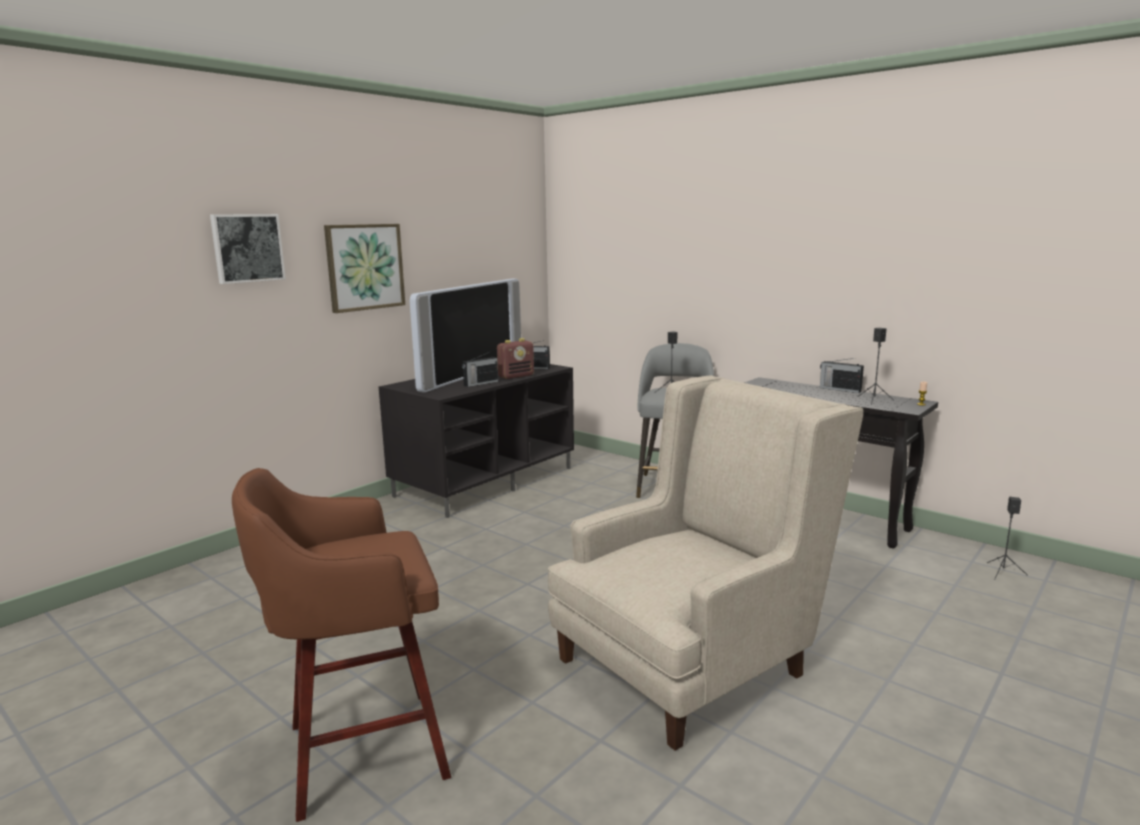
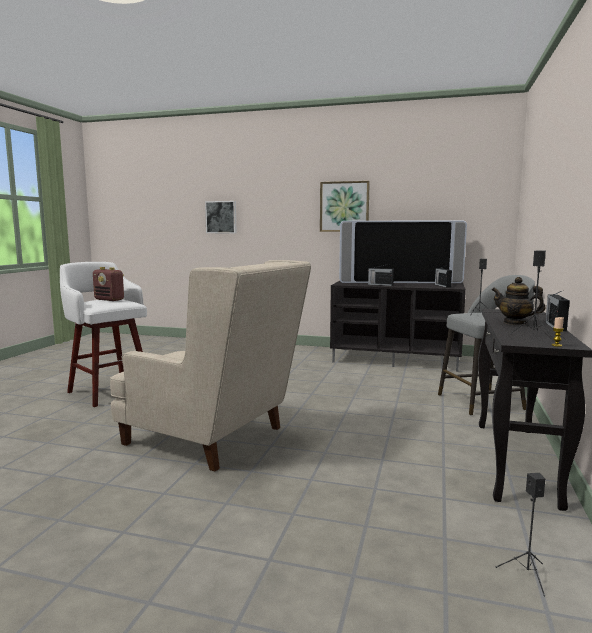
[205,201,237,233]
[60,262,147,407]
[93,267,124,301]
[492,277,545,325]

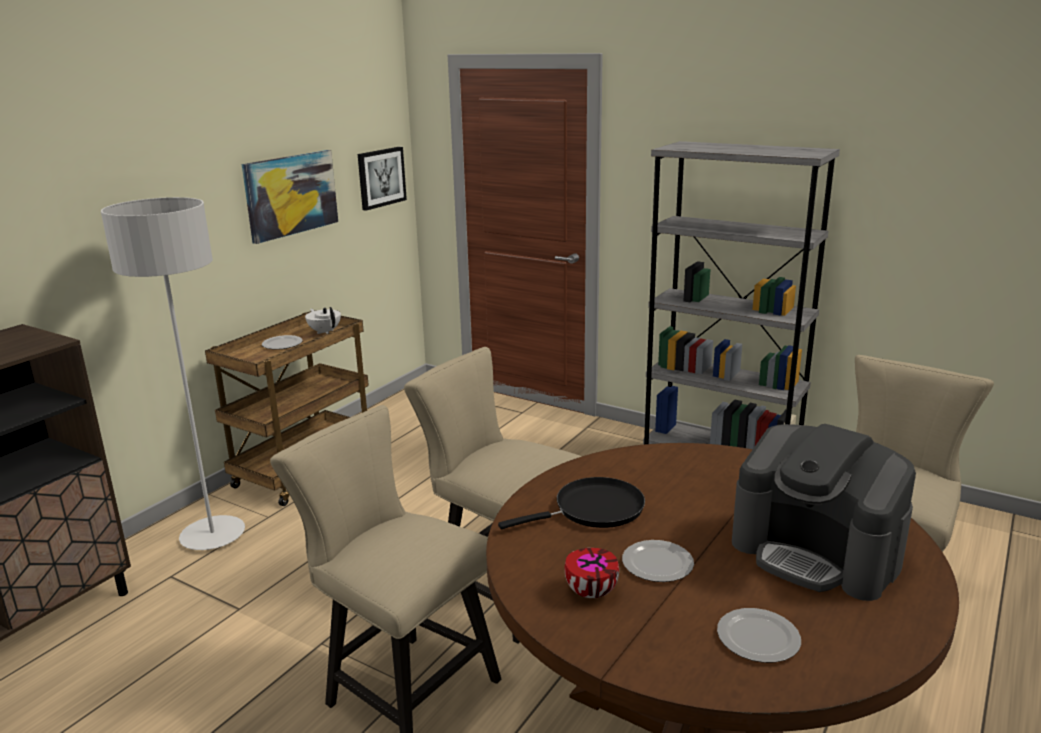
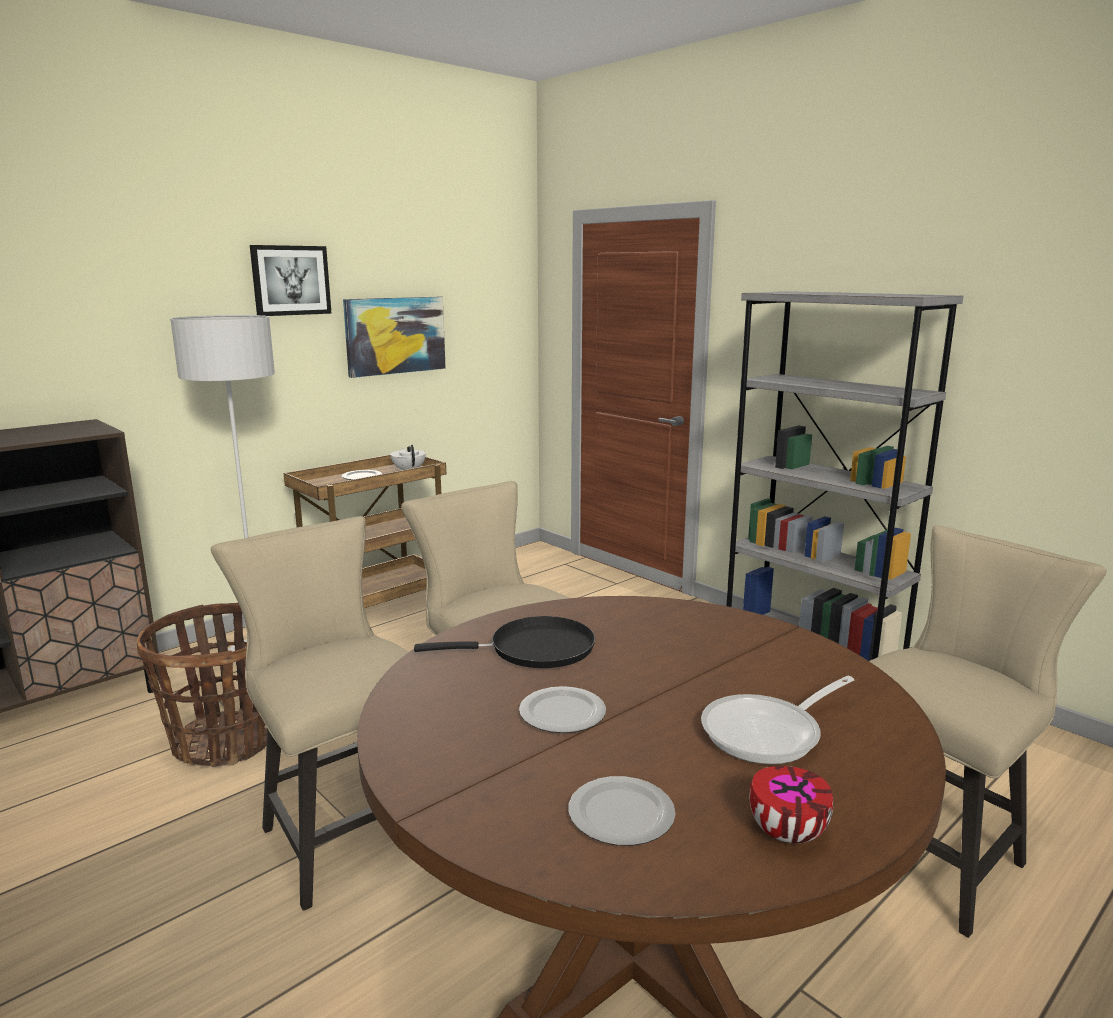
[250,245,332,316]
[749,766,833,843]
[701,676,854,765]
[137,603,268,767]

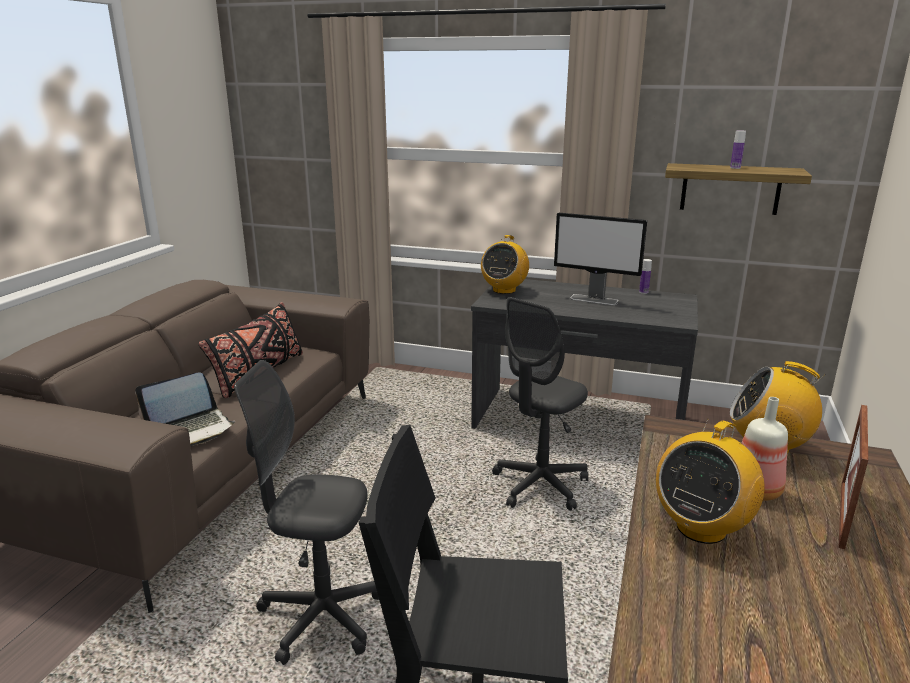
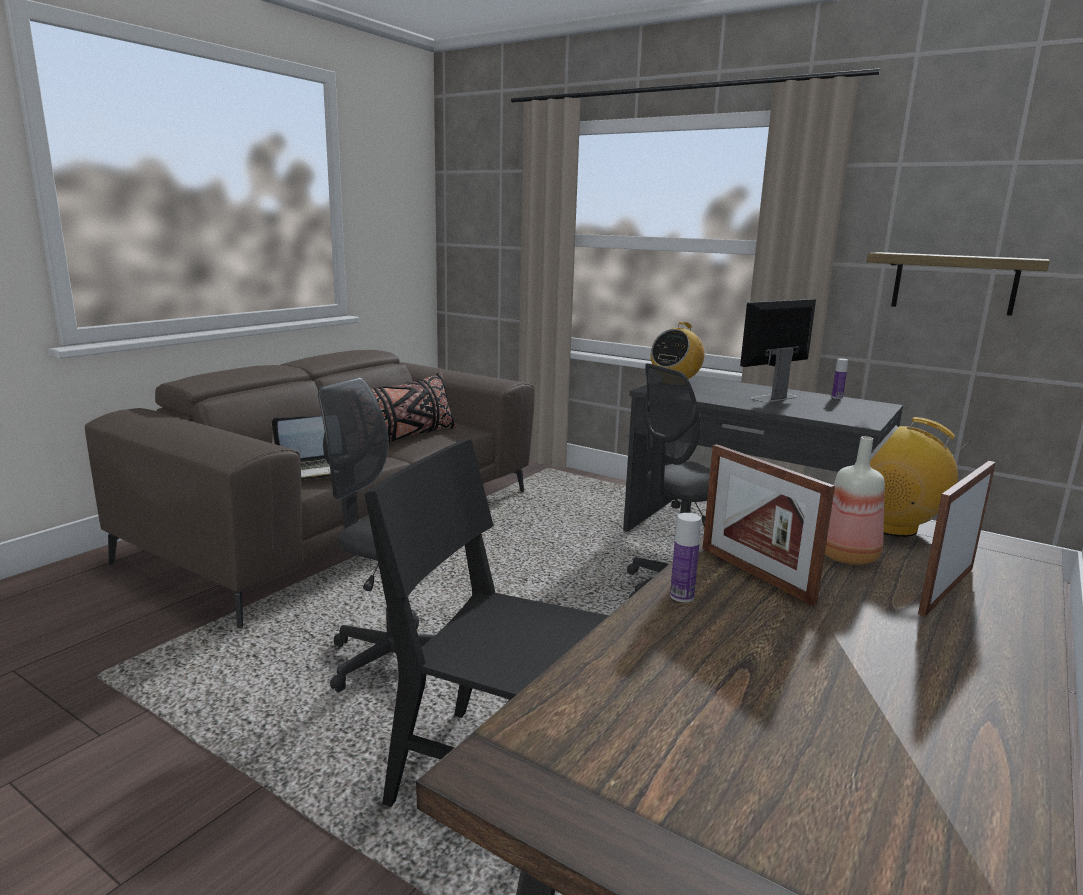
[740,299,816,403]
[702,444,835,606]
[670,513,701,602]

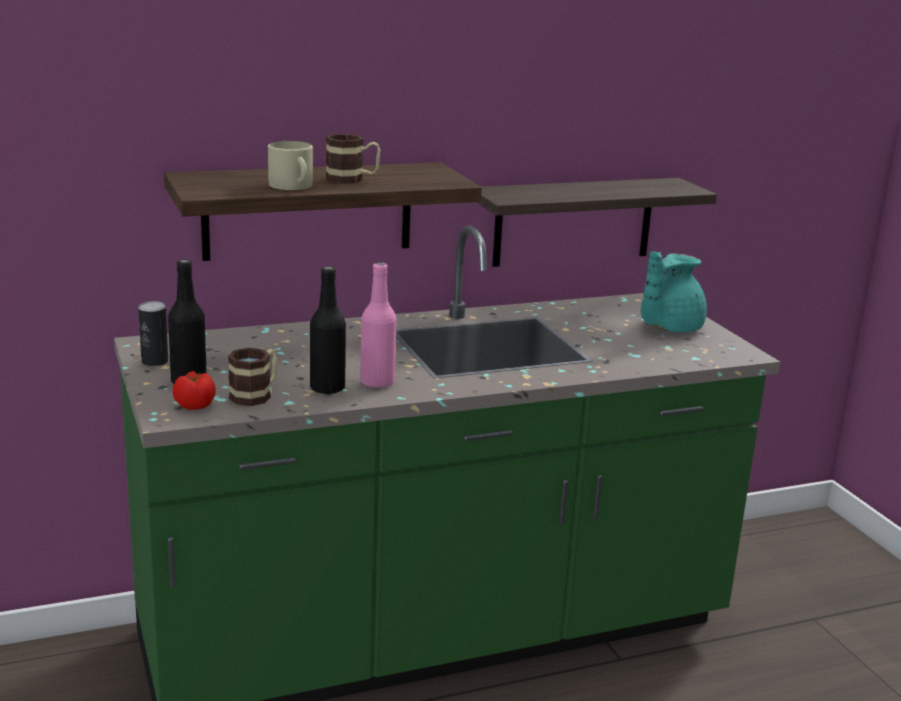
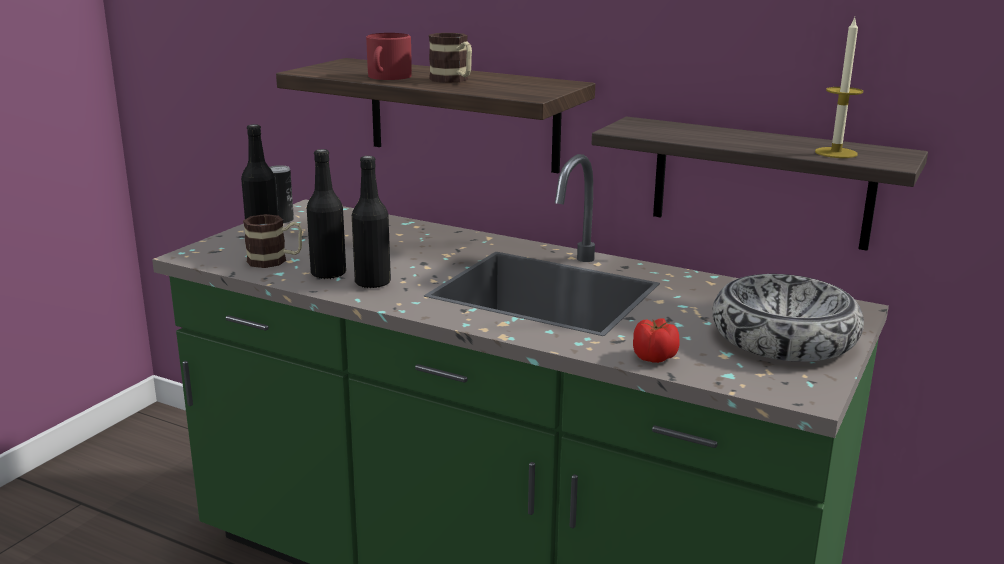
[633,319,680,363]
[366,33,412,80]
[352,156,391,289]
[712,274,864,362]
[815,17,863,158]

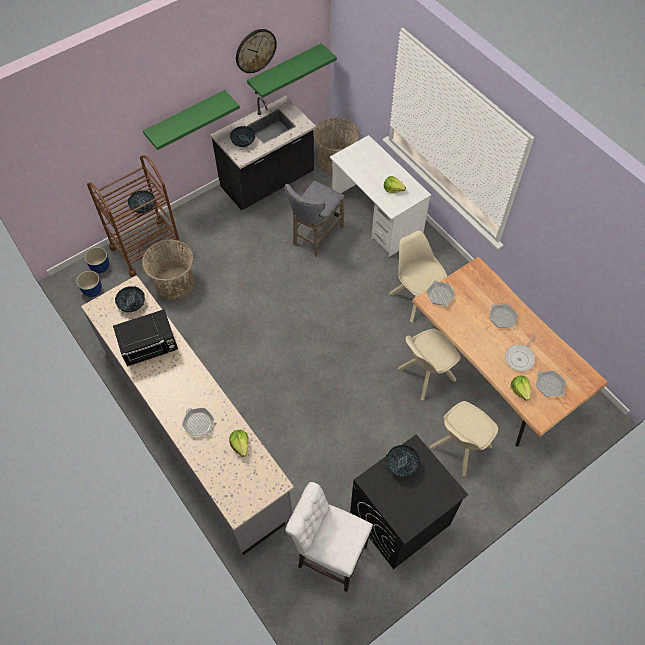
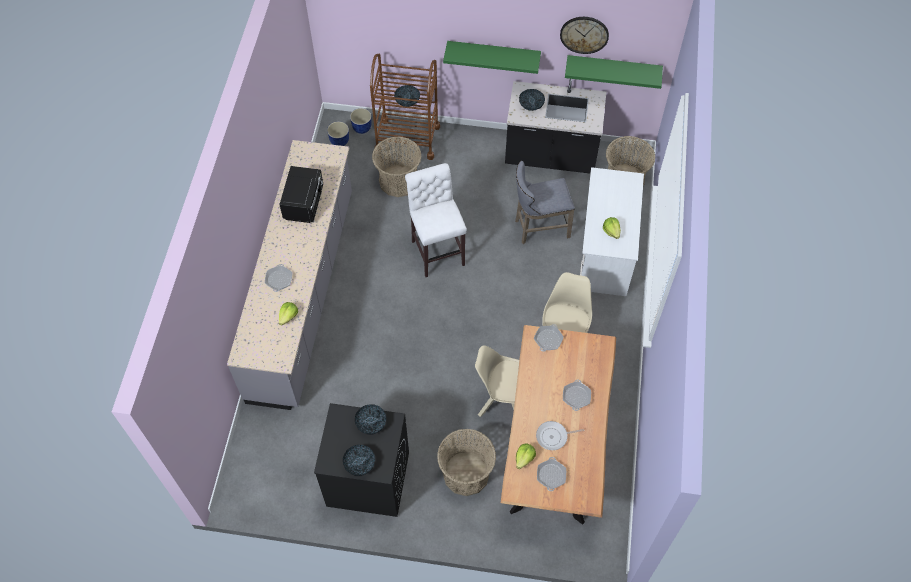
[279,166,323,223]
[343,445,375,476]
[405,163,467,277]
[437,429,496,496]

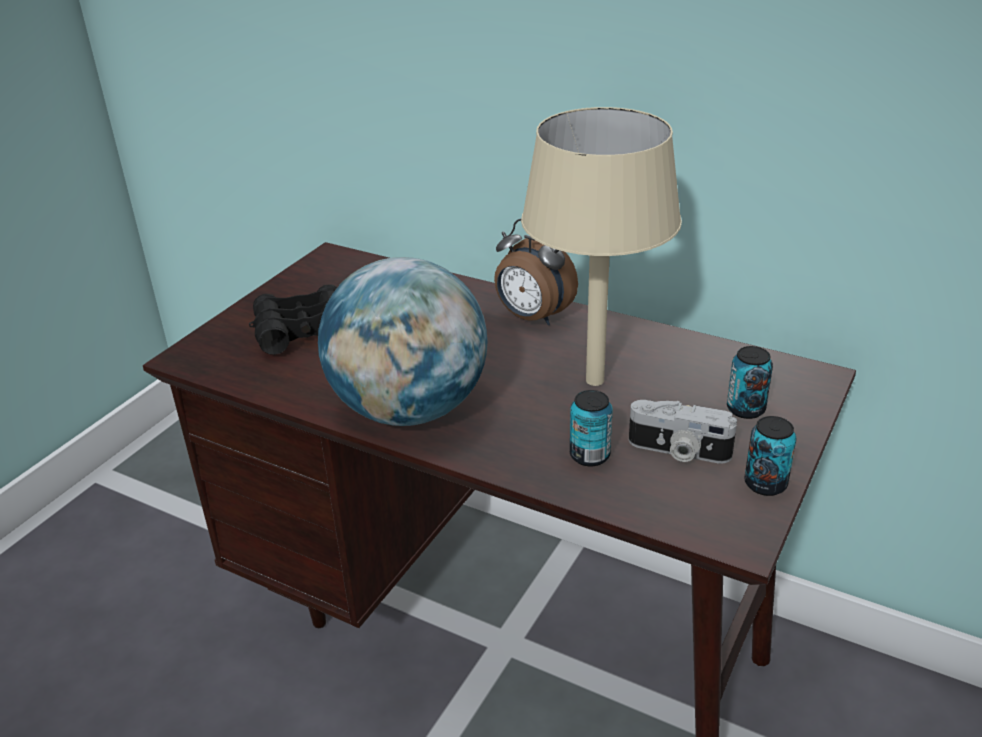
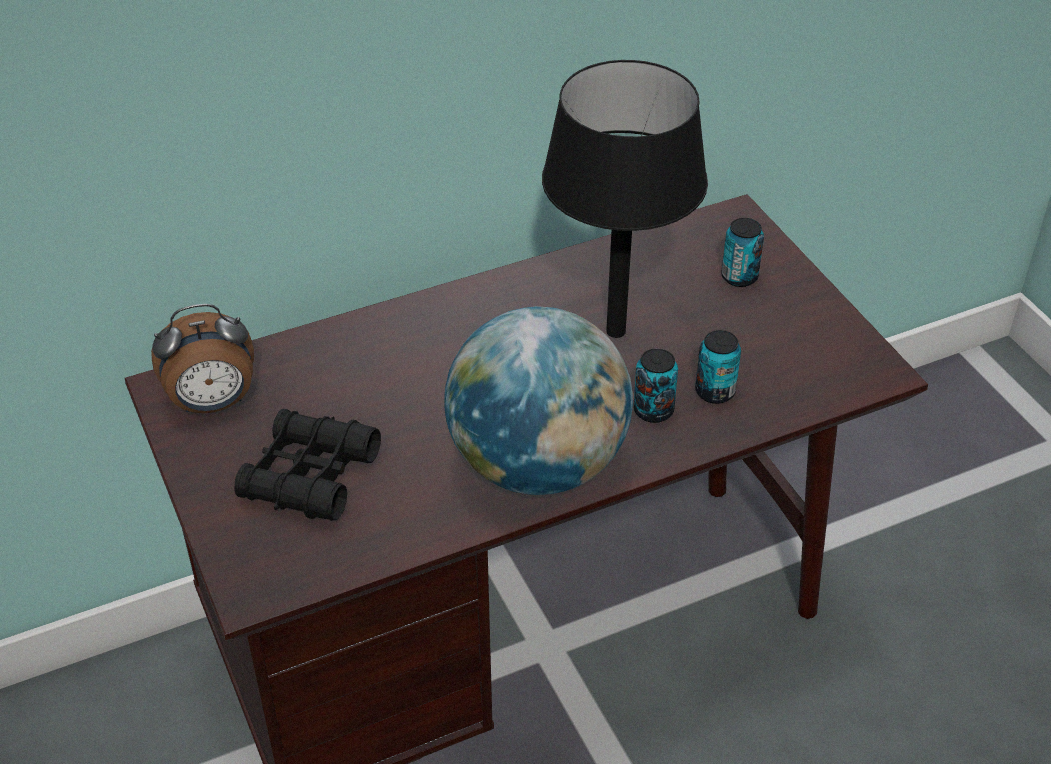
[151,304,254,413]
[542,60,708,338]
[629,400,737,464] (first image)
[633,348,678,423]

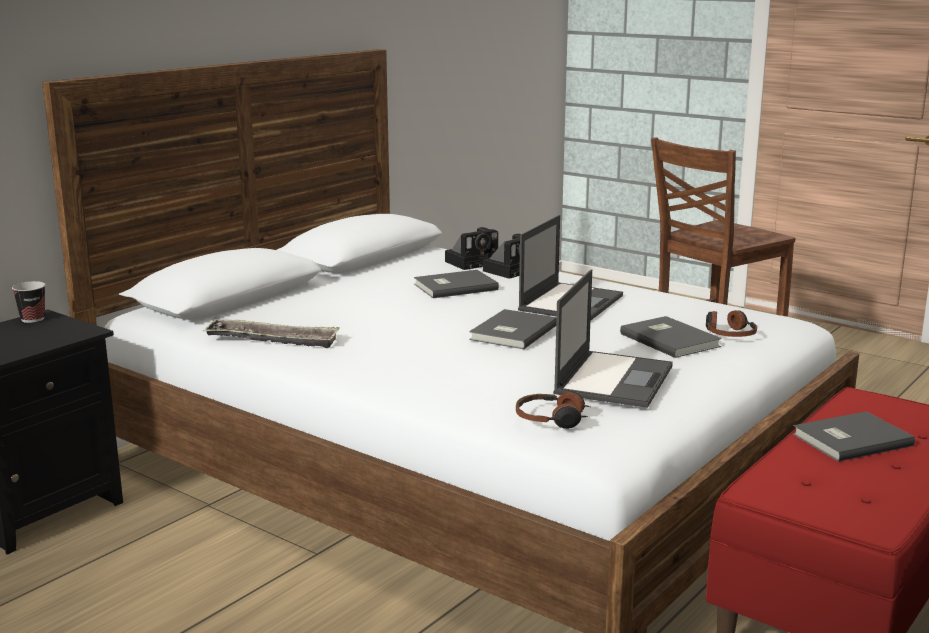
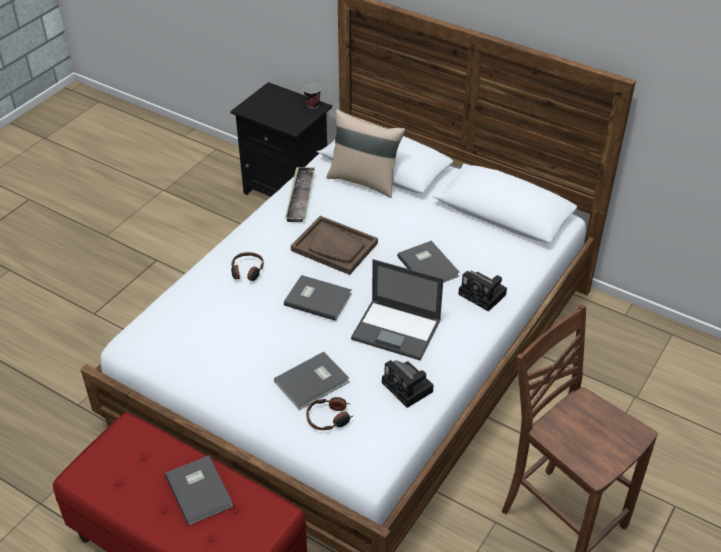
[382,360,434,408]
[231,252,264,281]
[553,269,673,408] (first image)
[291,216,378,275]
[326,109,405,198]

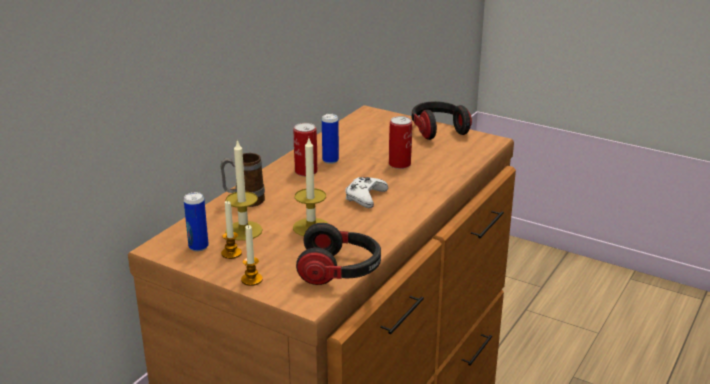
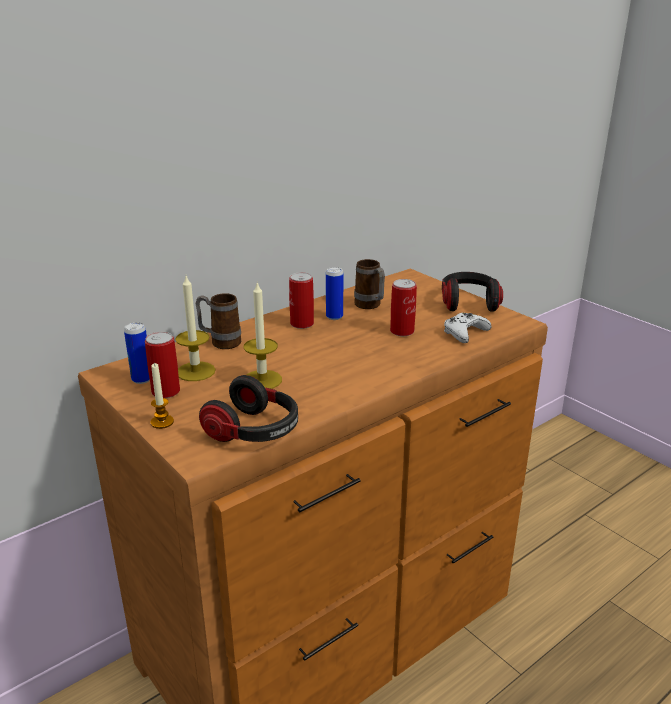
[145,332,180,398]
[444,313,491,343]
[354,259,385,309]

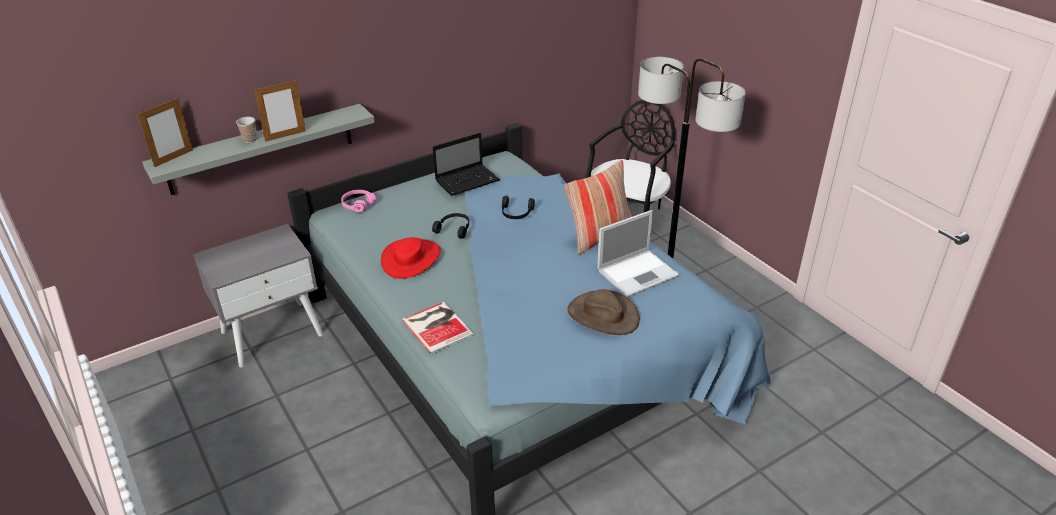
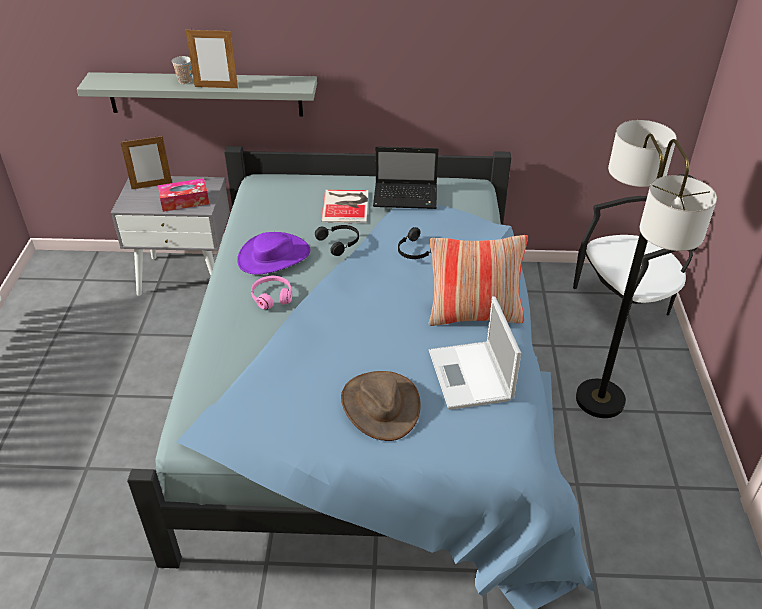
[120,135,172,189]
[251,276,292,309]
[237,232,310,275]
[321,190,368,223]
[429,296,521,410]
[158,178,209,212]

